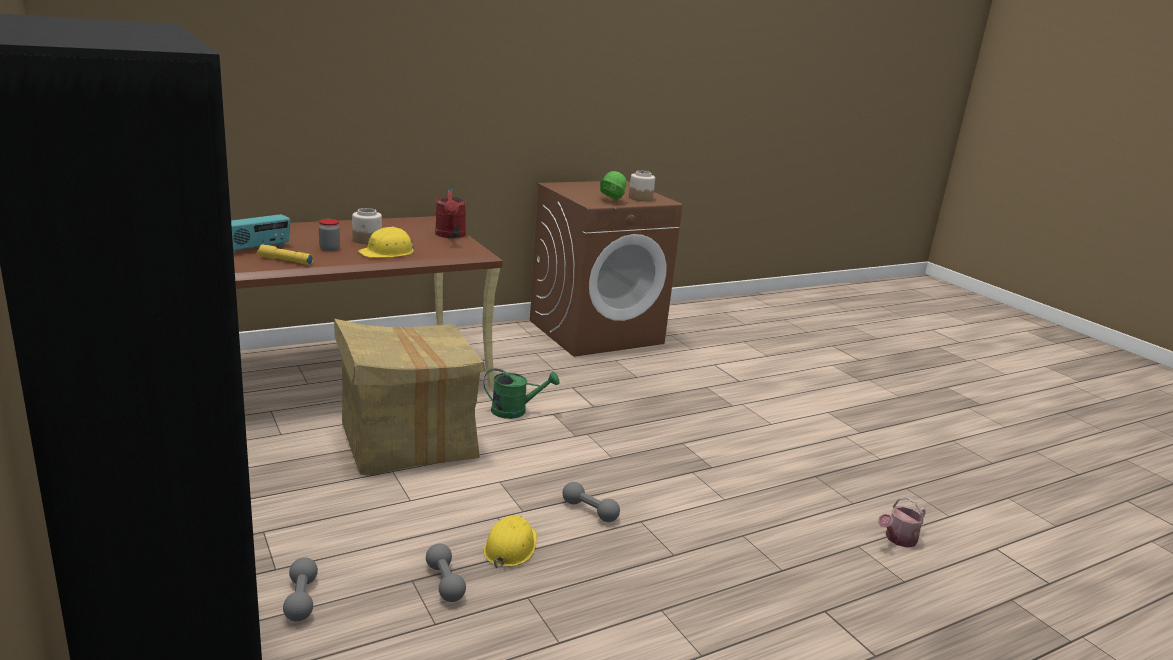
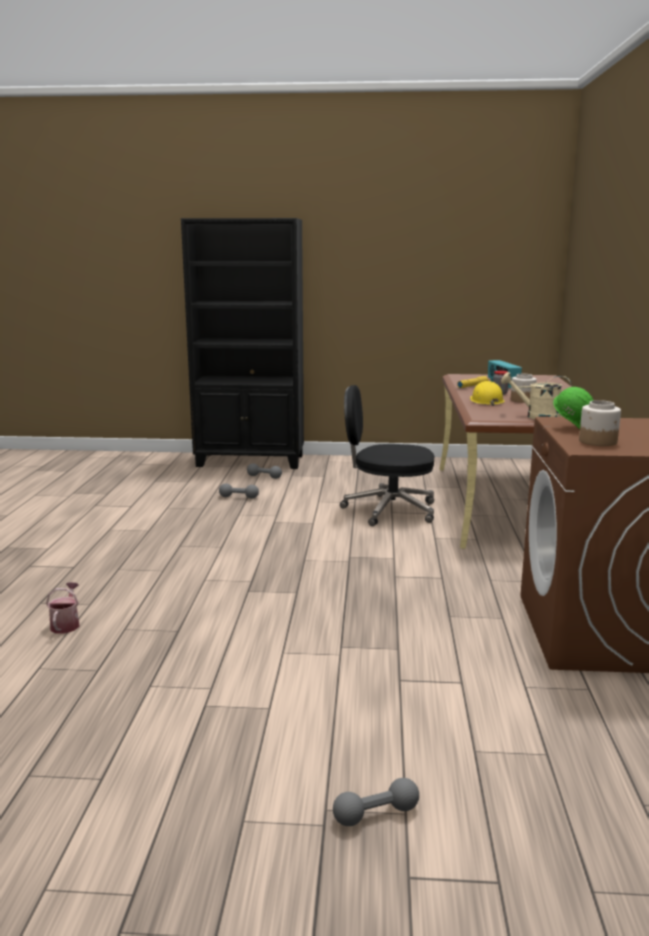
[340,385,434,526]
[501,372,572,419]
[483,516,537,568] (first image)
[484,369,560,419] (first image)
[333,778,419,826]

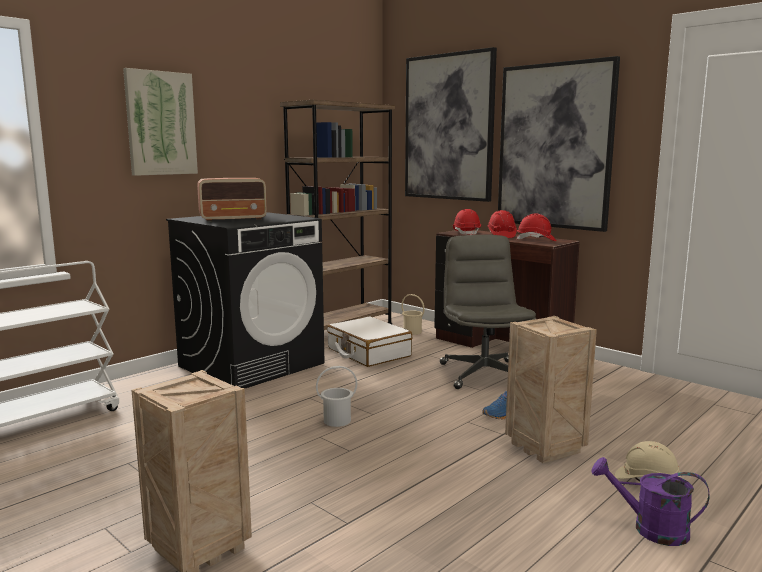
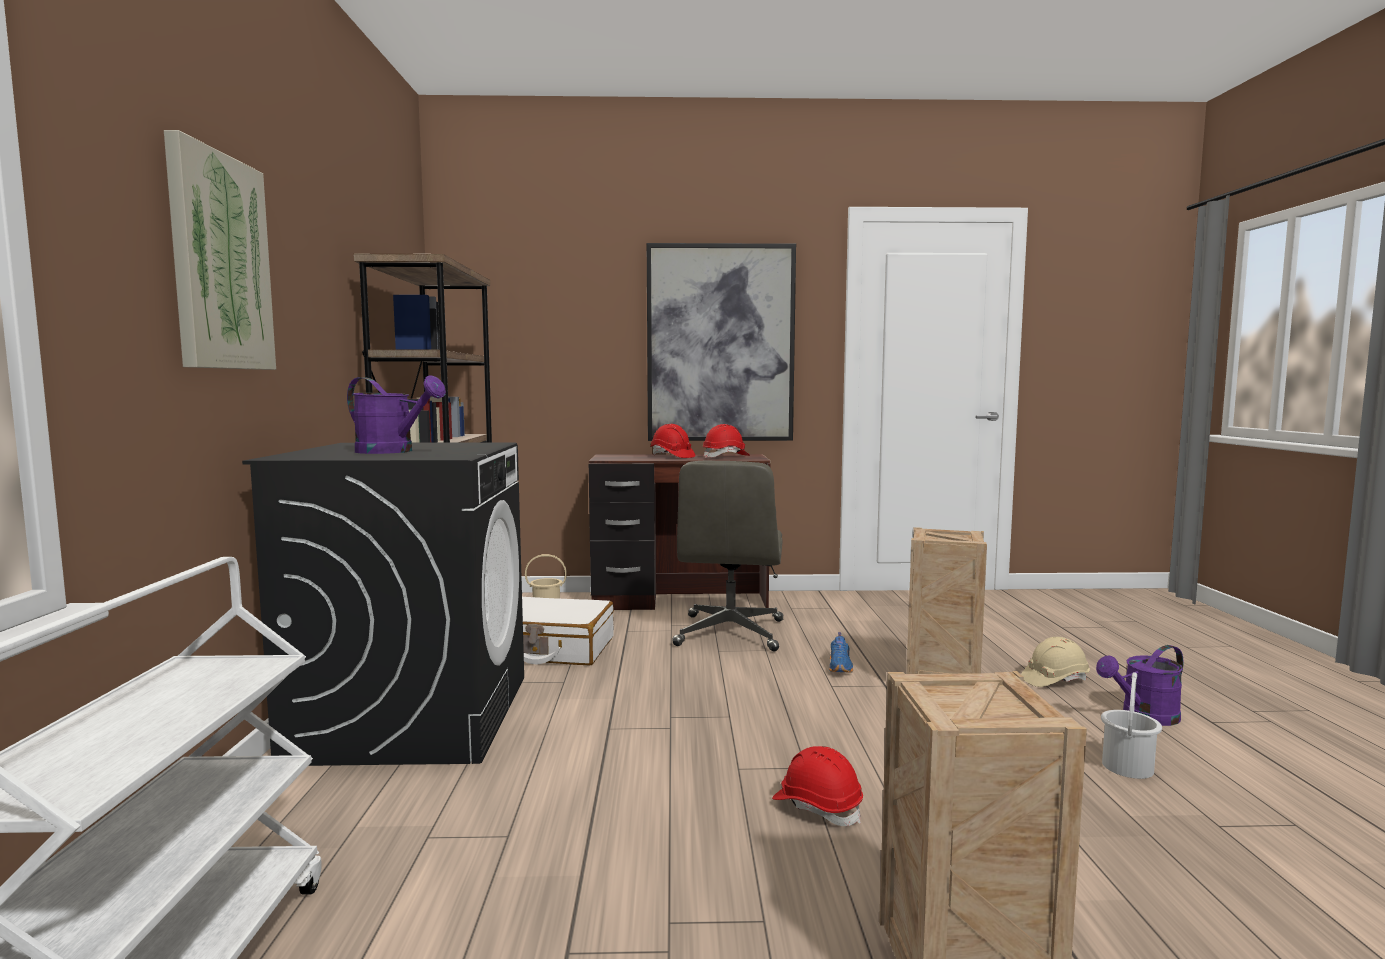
[347,375,446,454]
[1101,673,1162,779]
[405,47,497,202] (first image)
[672,460,783,651]
[772,746,863,826]

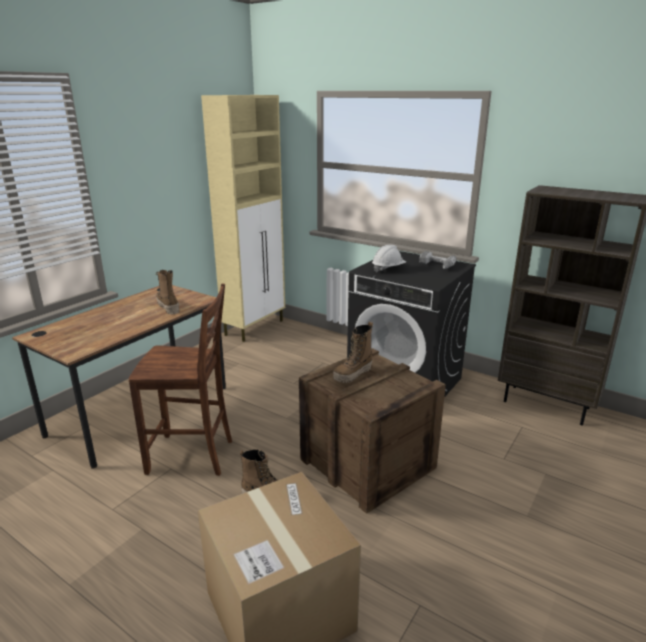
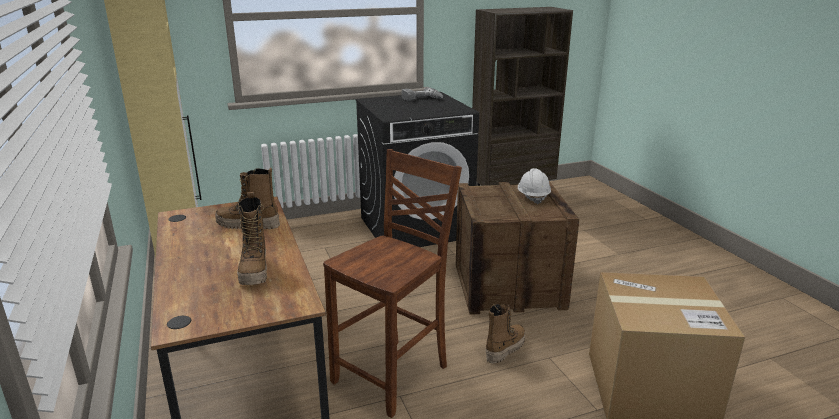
[237,192,267,285]
[518,168,551,204]

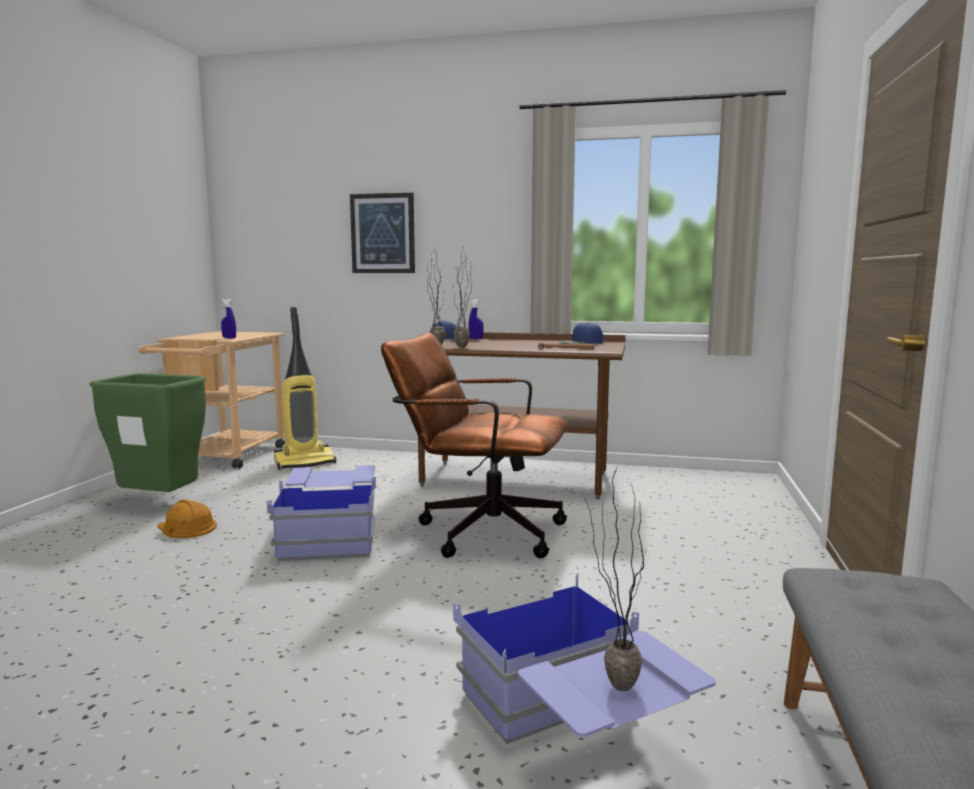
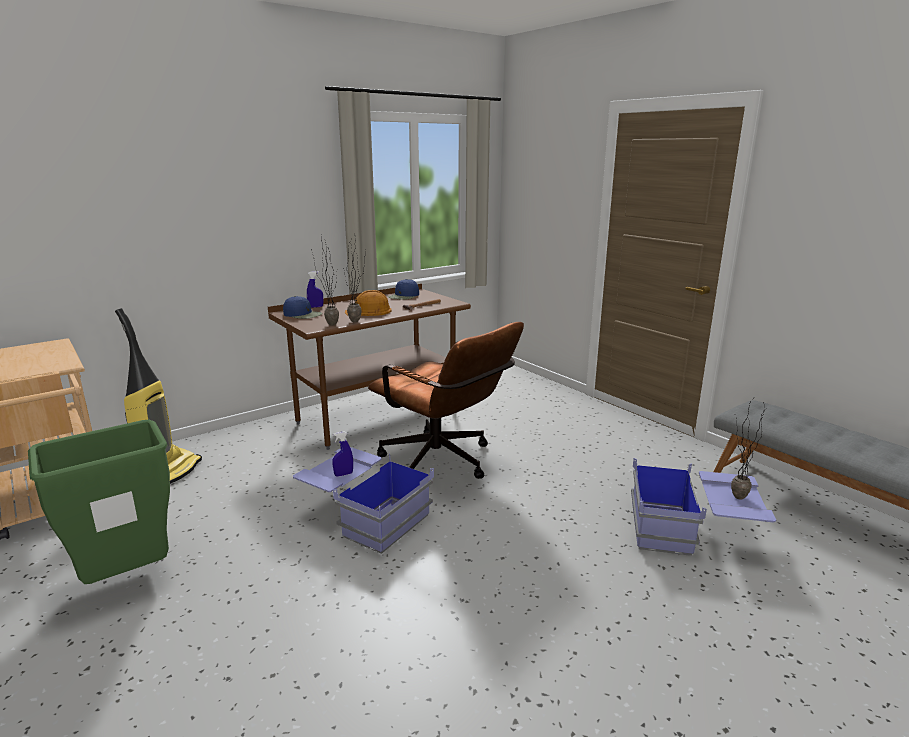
[345,290,392,316]
[332,431,353,477]
[350,193,415,273] (first image)
[368,322,524,479]

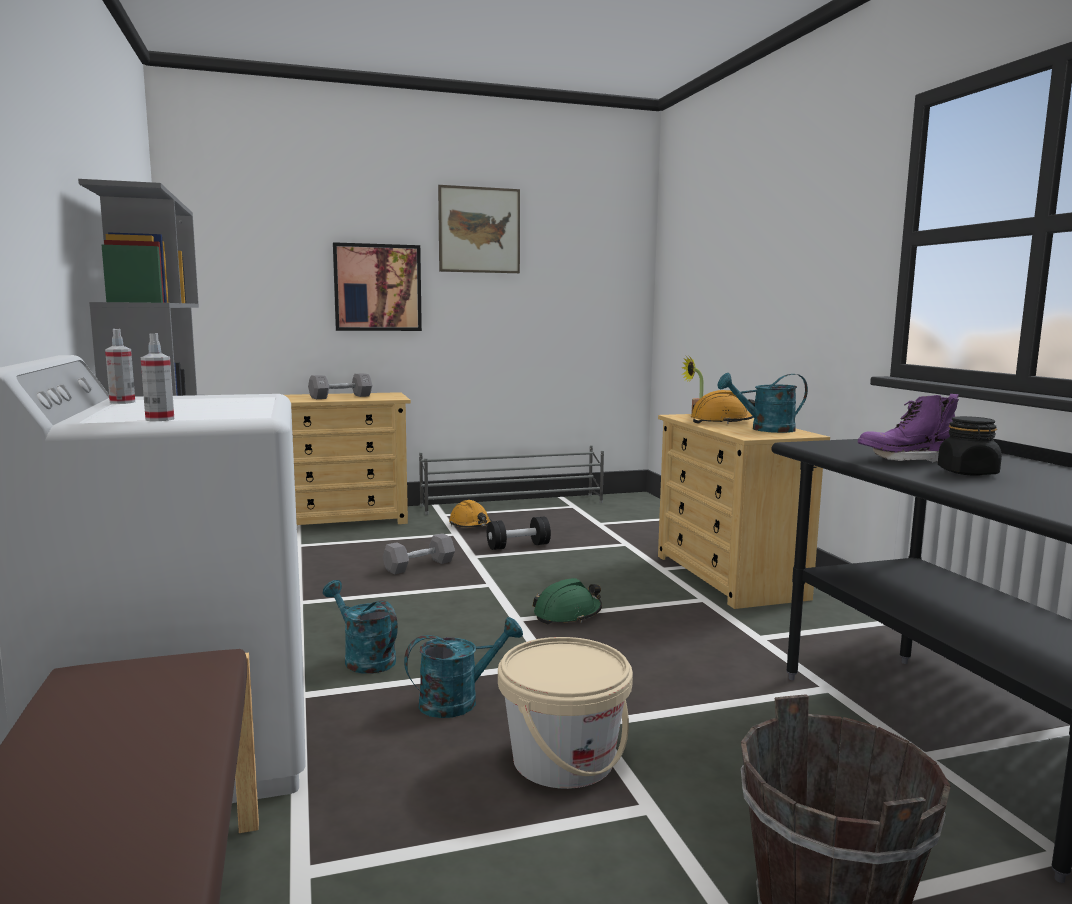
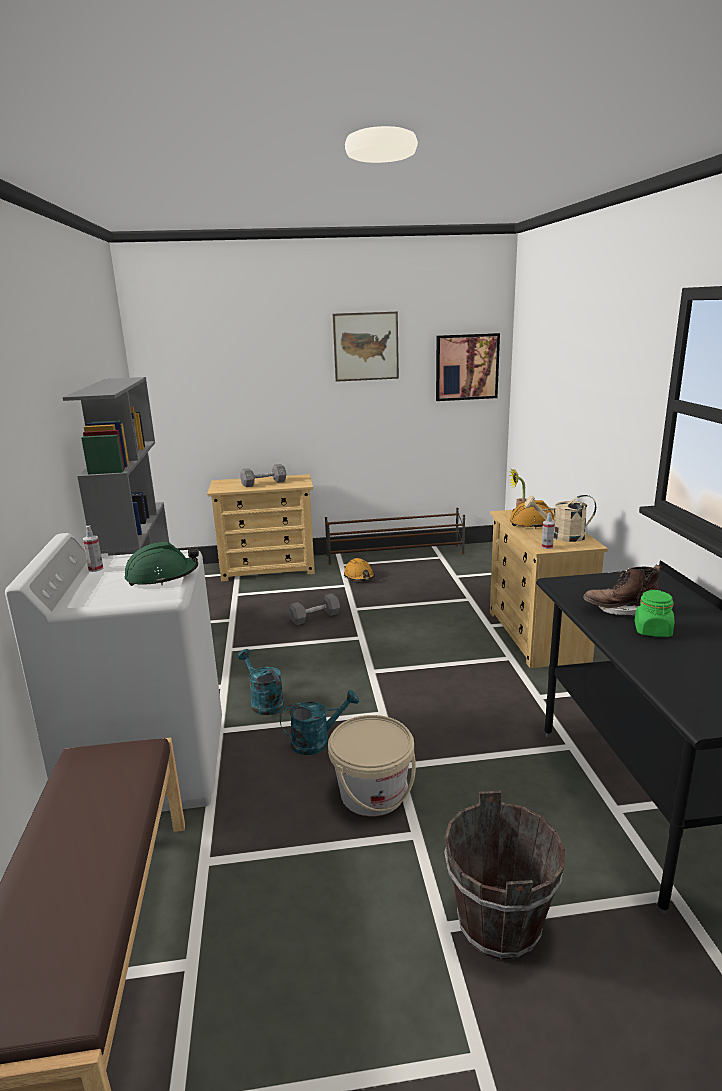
[541,512,555,549]
[436,333,500,401]
[325,508,465,565]
[487,516,551,550] (first image)
[125,541,199,586]
[525,495,596,542]
[583,565,662,616]
[635,590,674,637]

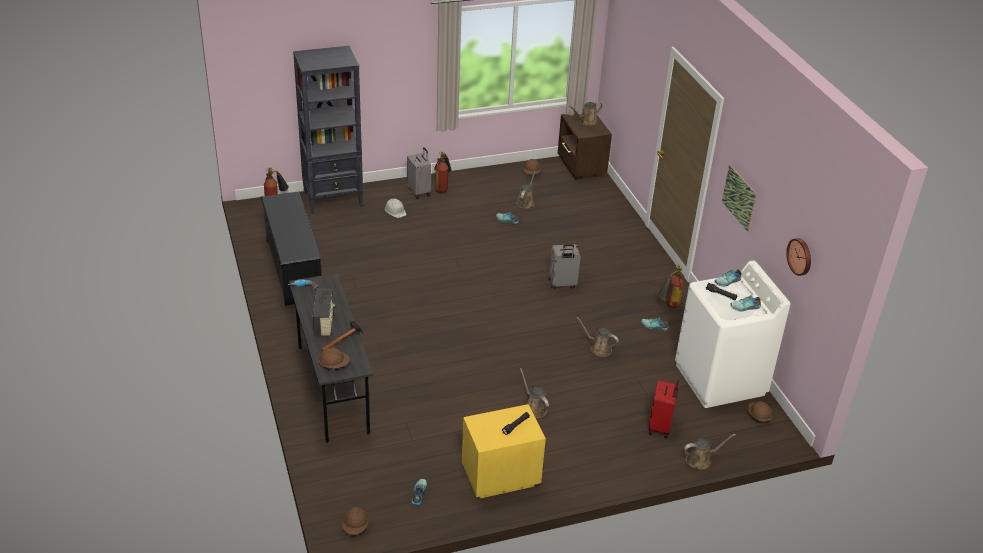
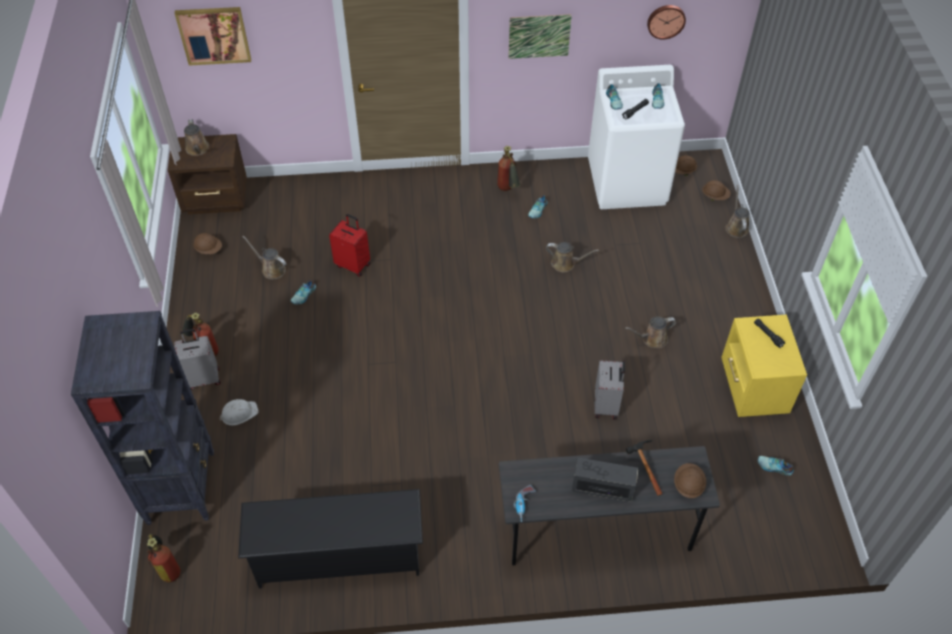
[702,180,731,201]
[595,360,625,420]
[546,242,599,272]
[329,214,370,277]
[175,7,251,66]

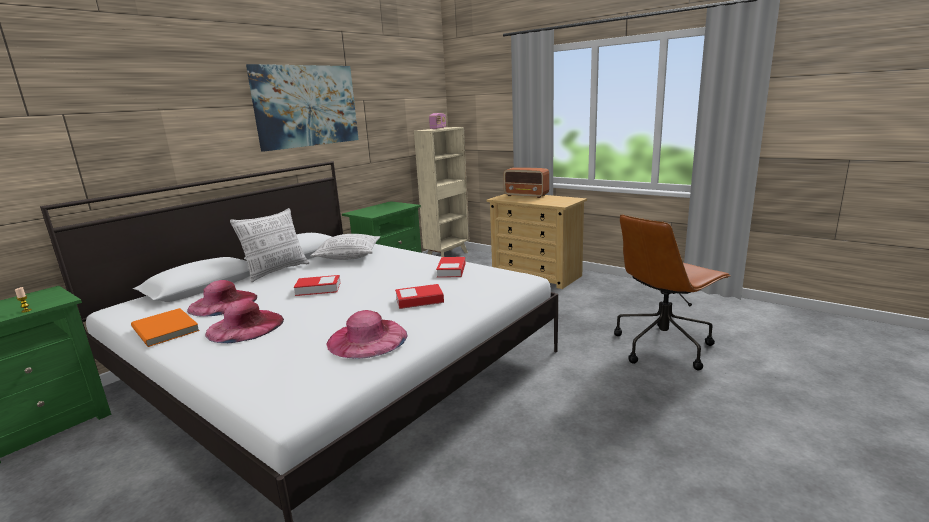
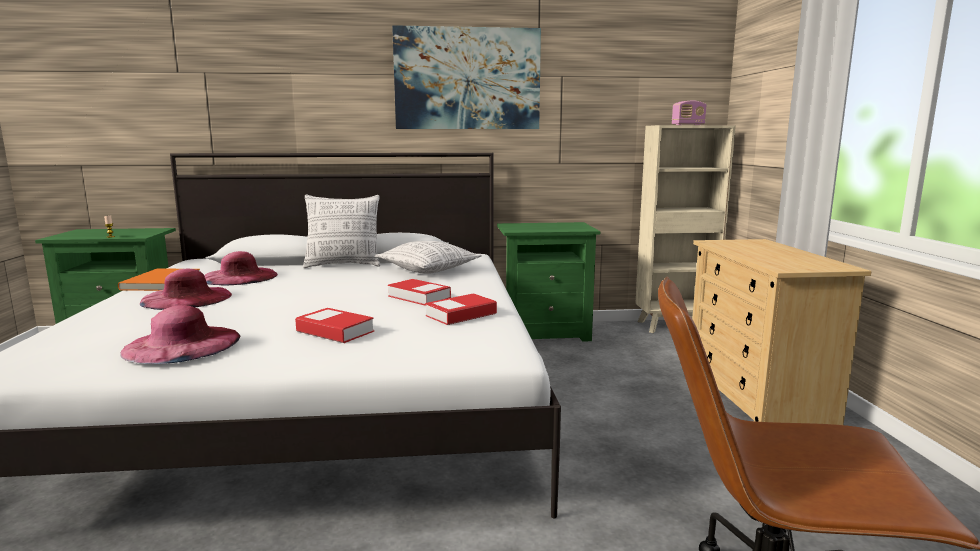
[388,279,451,306]
[503,167,549,198] (first image)

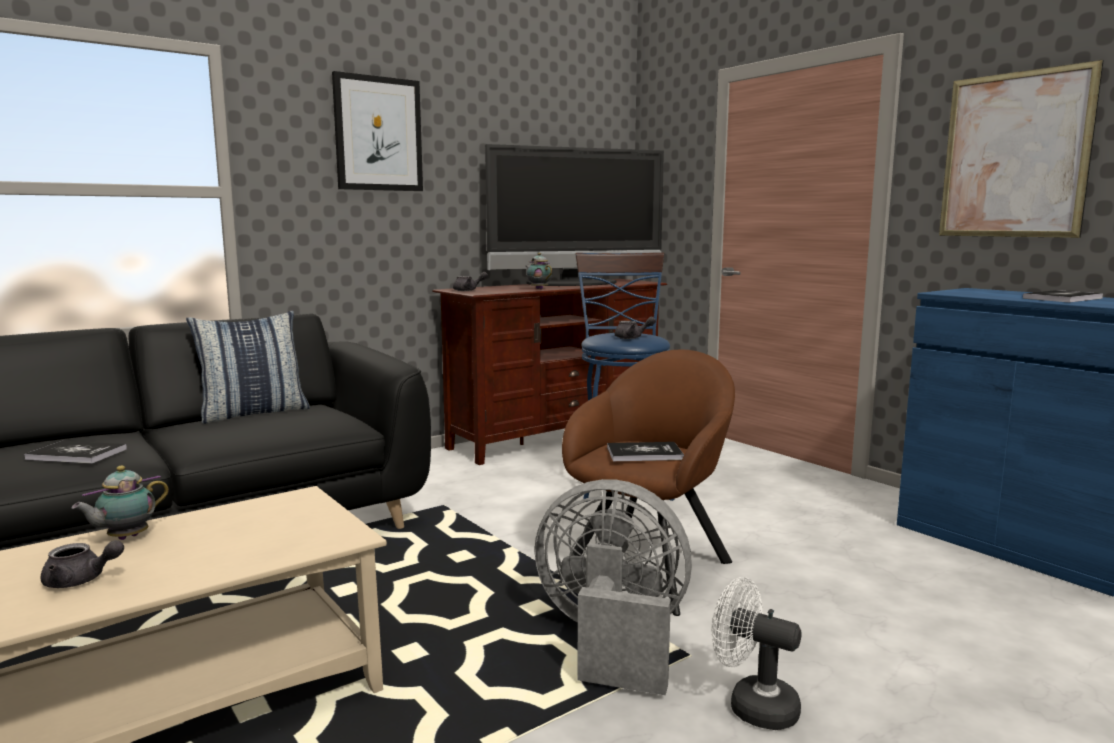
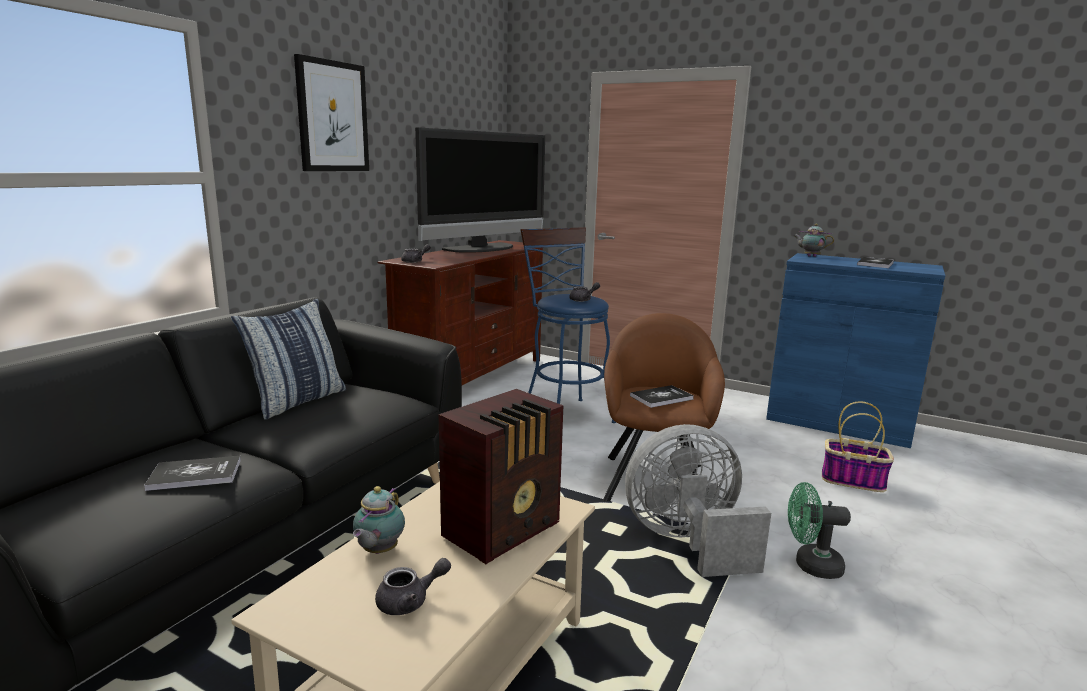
[793,224,834,257]
[788,482,851,579]
[939,60,1104,238] (first image)
[439,389,564,564]
[822,401,894,492]

